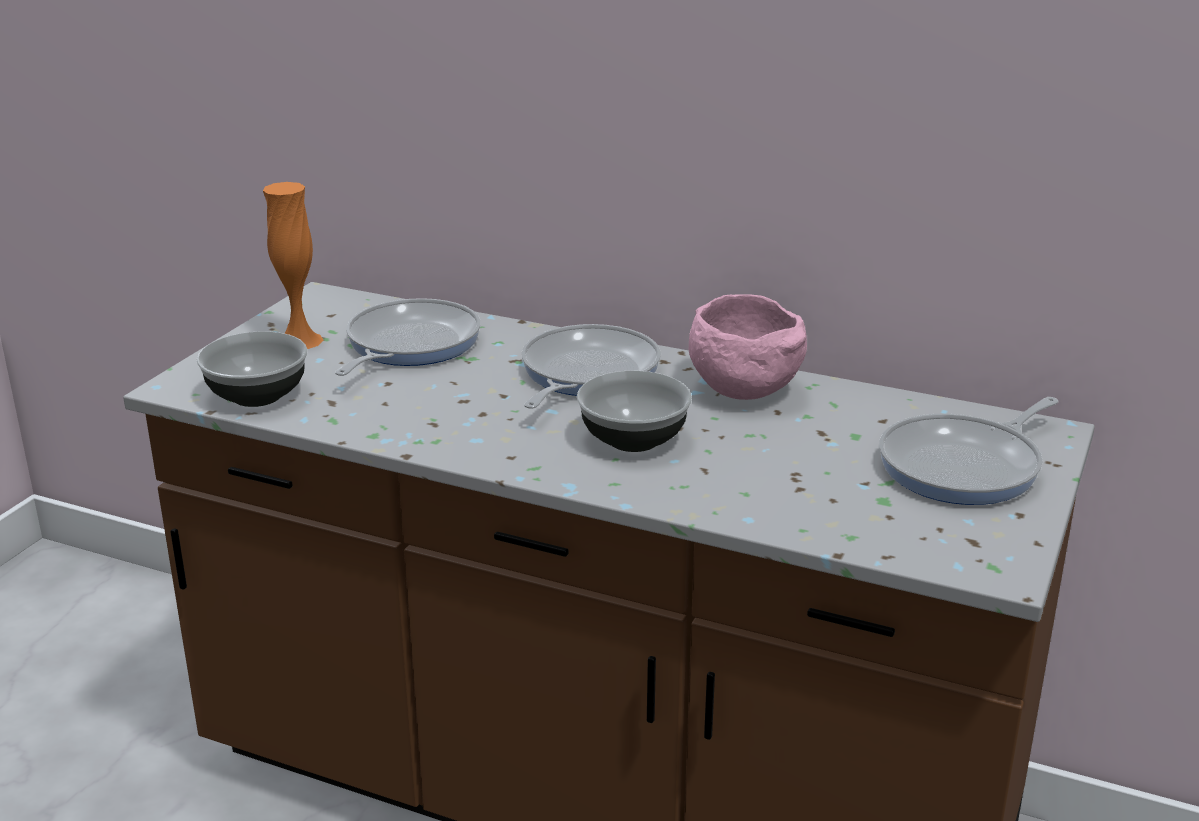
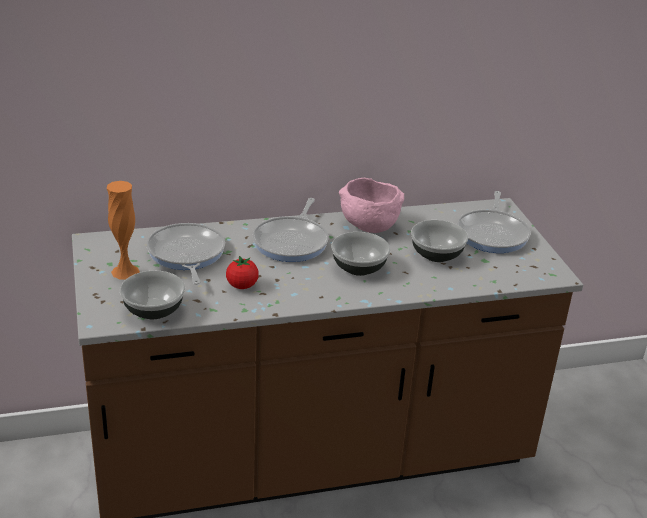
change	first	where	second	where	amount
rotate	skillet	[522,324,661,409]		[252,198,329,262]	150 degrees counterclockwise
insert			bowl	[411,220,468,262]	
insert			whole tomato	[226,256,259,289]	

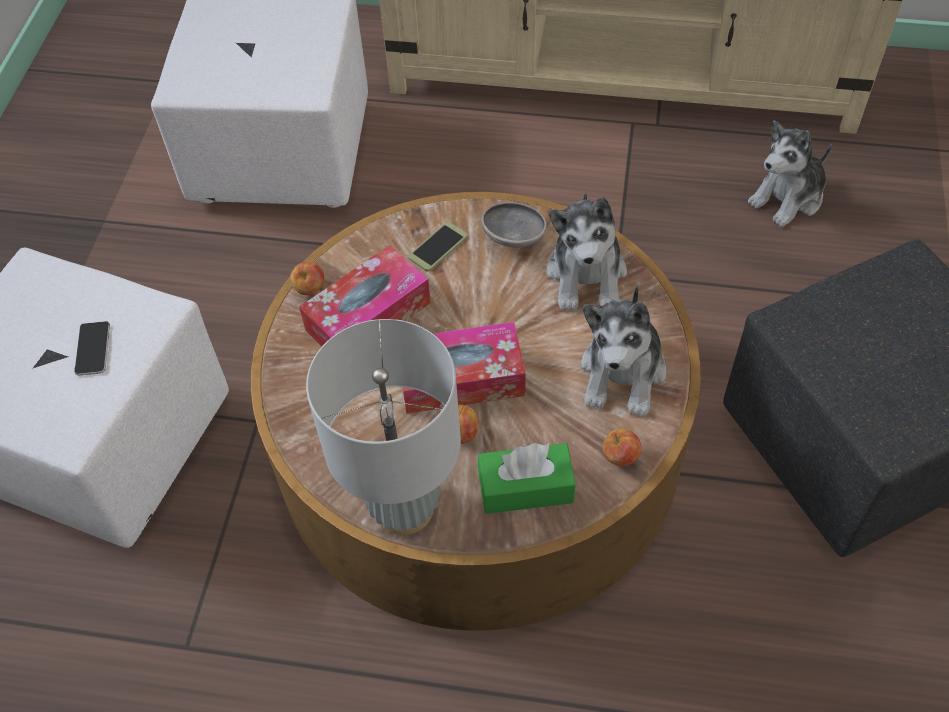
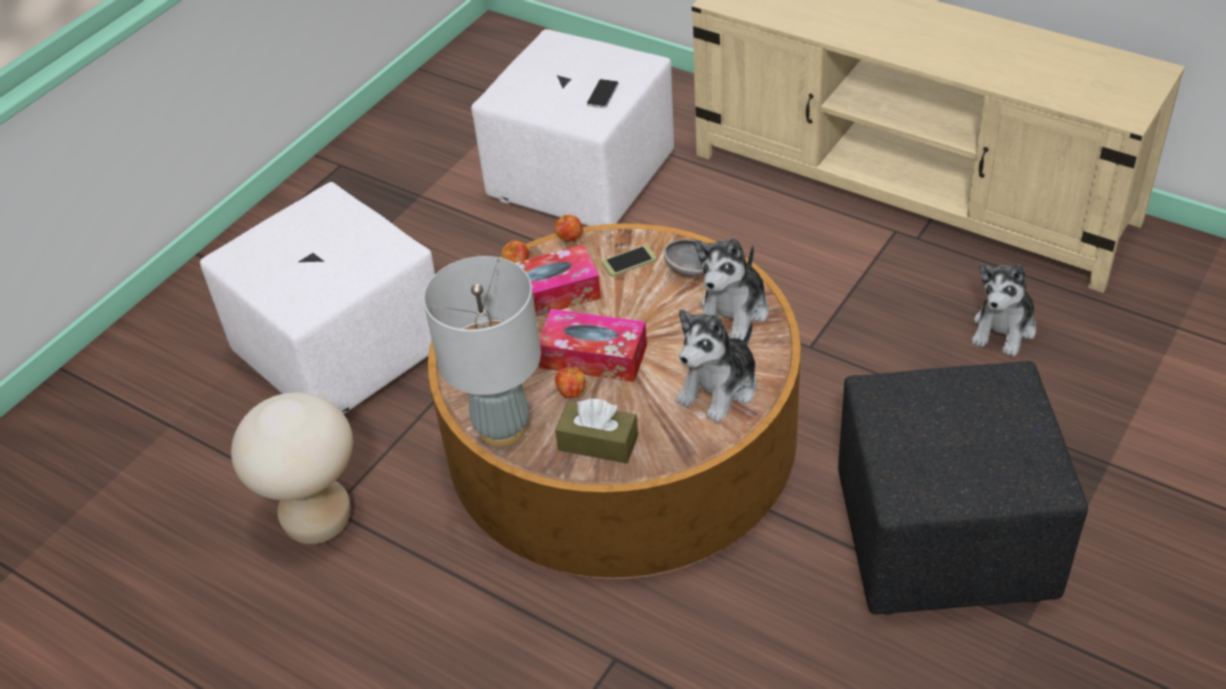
change	first	where	second	where	amount
rotate	soft toy	[748,120,832,227]		[972,263,1036,357]	45 degrees counterclockwise
move	handset	[74,321,110,376]		[587,79,619,108]	
move	whole apple	[603,429,642,466]		[554,214,583,241]	
recolor	green-coloured box of tissues	[478,443,576,514]	brown-coloured box of tissues	[555,398,638,464]	
insert			beige stool	[231,392,353,544]	

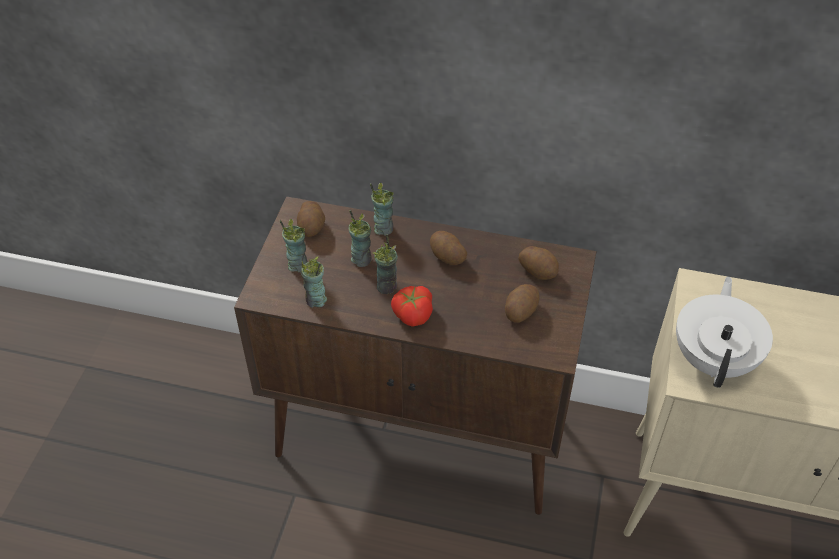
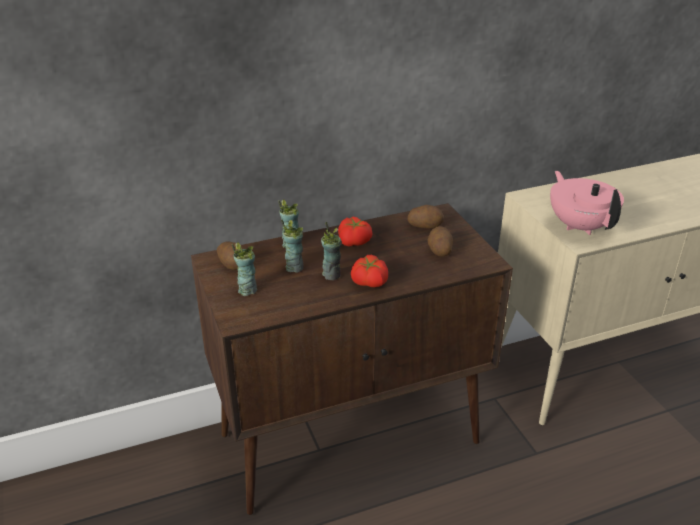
change	first	where	second	where	amount
replace	whole potato	[430,231,467,265]	whole tomato	[338,217,373,246]	
delete	small cup	[301,256,327,308]			
recolor	white teapot	[676,277,773,388]	pink teapot	[550,171,624,235]	

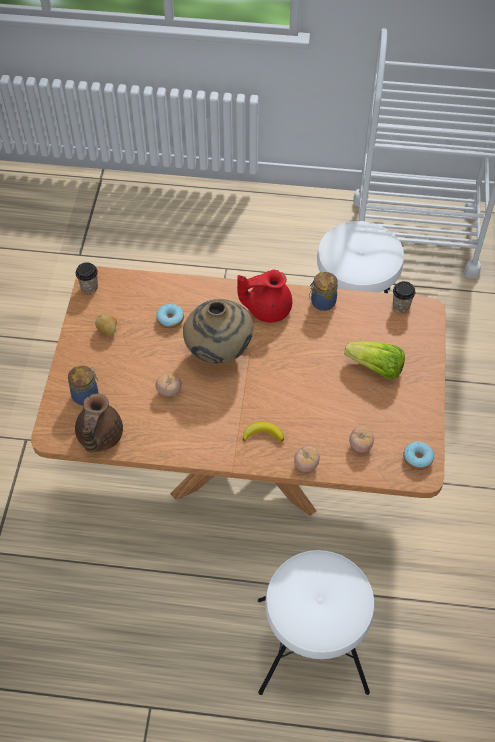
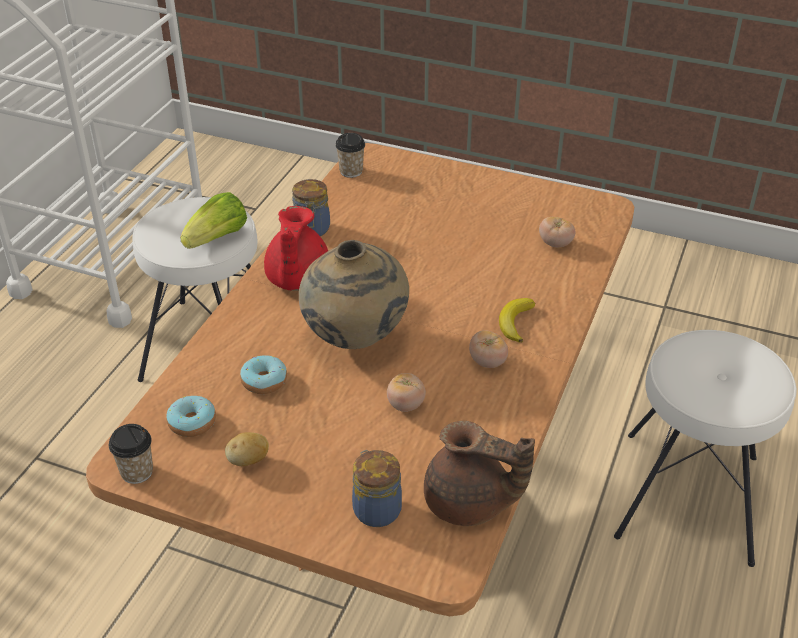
change	first	where	second	where	amount
move	lettuce	[344,341,405,379]		[180,192,247,249]	
move	donut	[403,441,434,470]		[166,396,216,437]	
move	whole tomato	[294,446,320,472]		[469,330,508,368]	

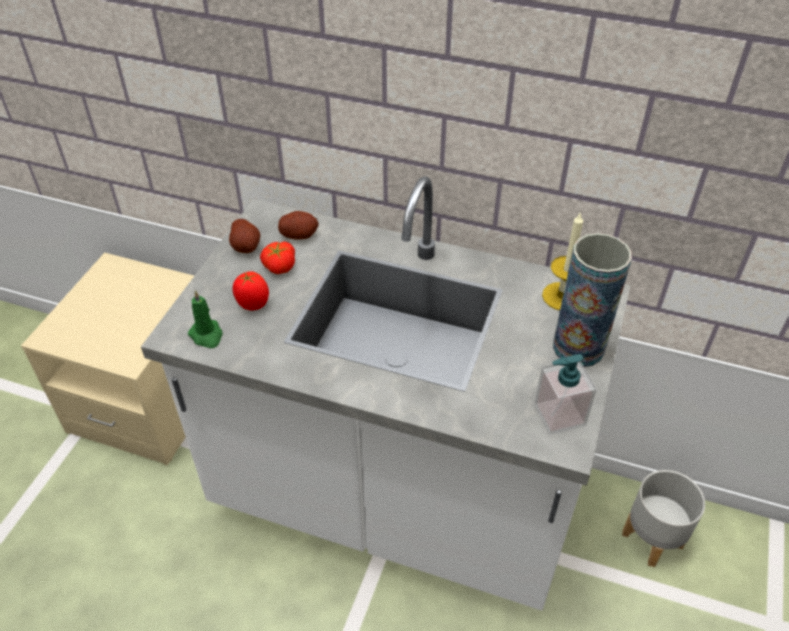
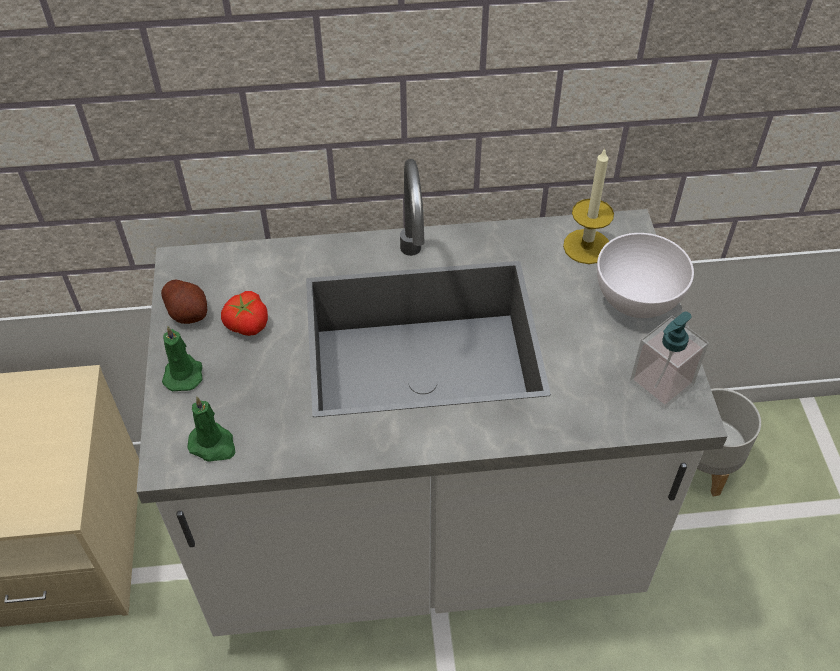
change	first	where	second	where	amount
delete	whole potato	[278,211,319,240]			
replace	flower vase	[553,233,632,367]	white bowl	[597,233,694,318]	
delete	whole tomato	[233,271,269,310]			
insert			green-coloured wax candle	[162,326,202,391]	

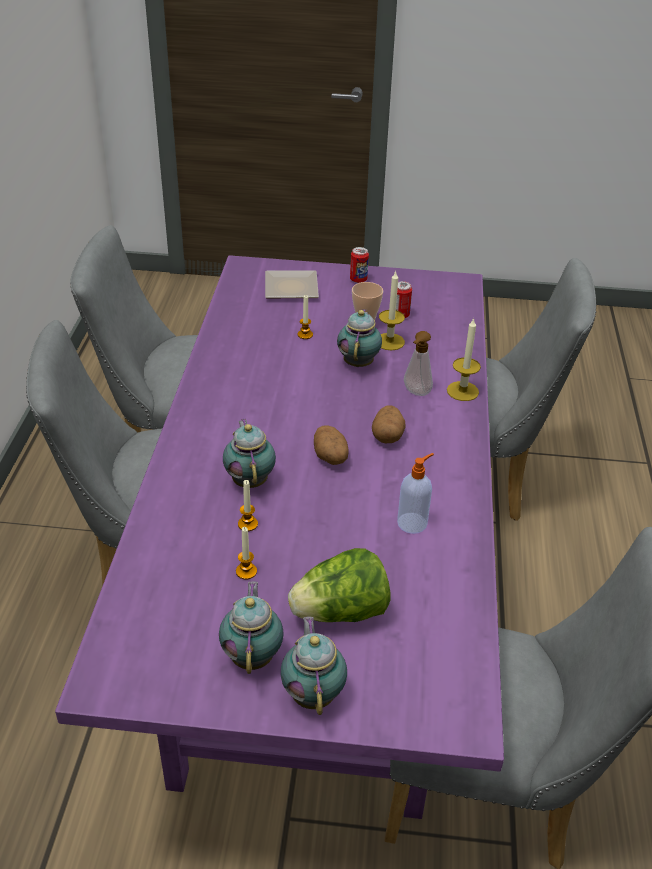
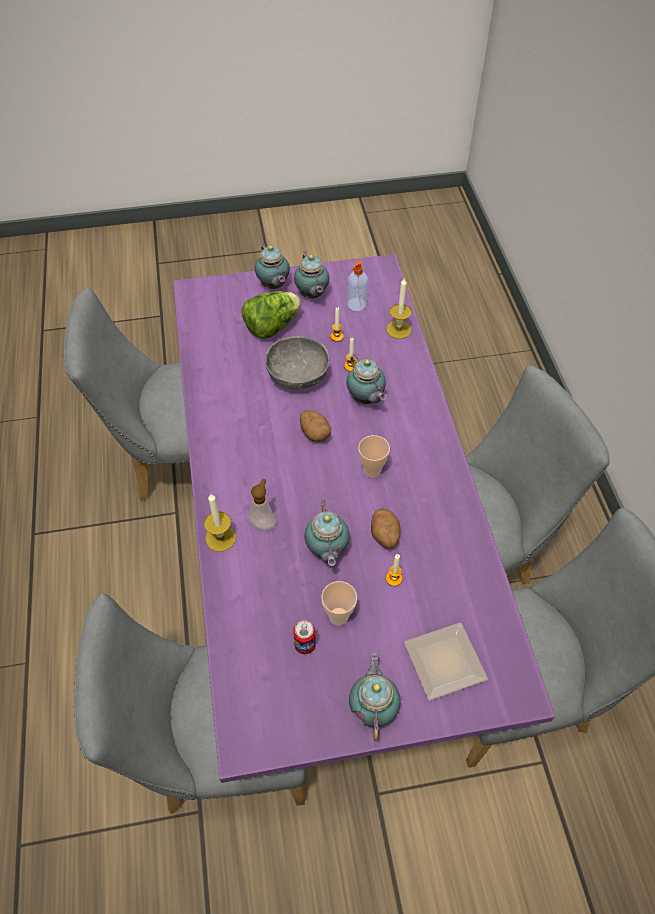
change	first	where	second	where	amount
replace	metal can	[350,247,369,283]	teapot	[349,653,401,741]	
move	wax candle	[379,271,405,350]		[386,278,412,339]	
move	whole potato	[372,405,405,443]		[371,508,400,549]	
move	soap bottle	[397,453,434,534]		[347,261,368,311]	
insert			gray bowl	[265,336,329,390]	
insert			small cup	[358,435,390,478]	

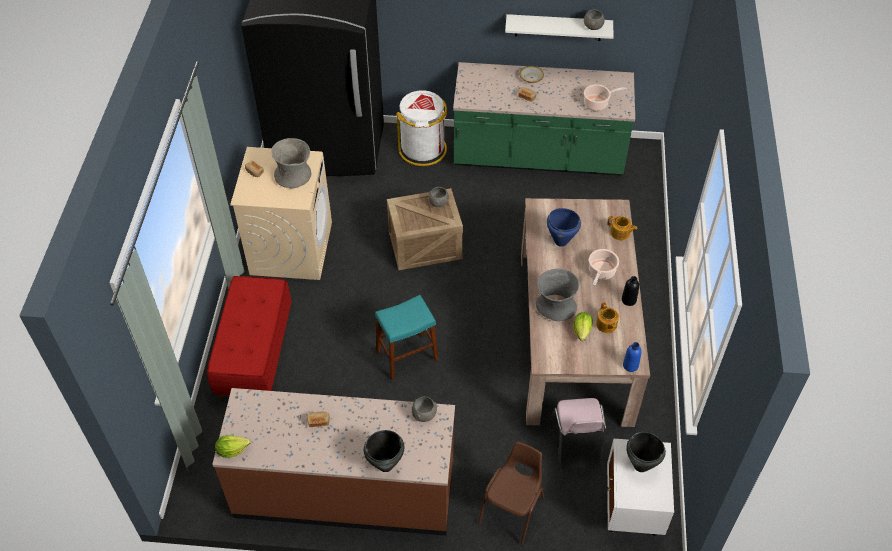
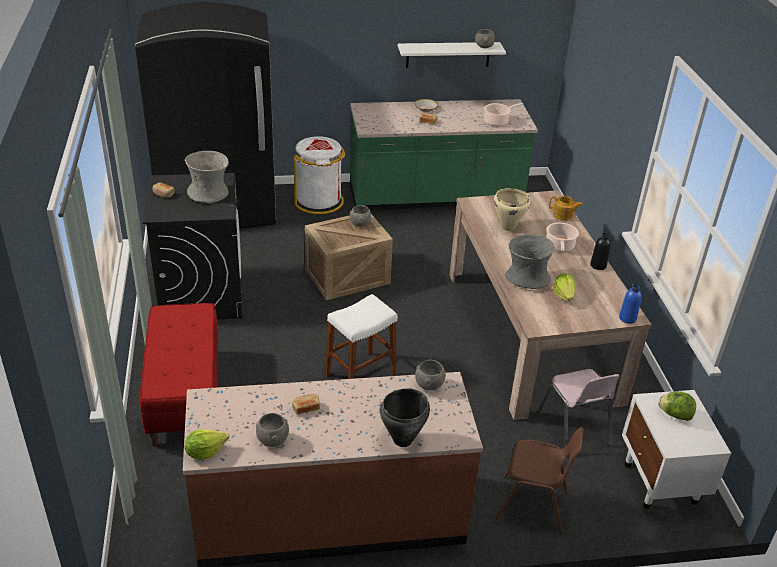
change	first	where	second	where	amount
recolor	beige washing machine	[230,147,332,280]	blackish washing machine	[143,173,242,320]	
recolor	blue-coloured stockpot	[547,208,581,247]	beige stockpot	[494,188,530,231]	
recolor	blue-green stool	[375,295,438,380]	white stool	[325,294,398,379]	
delete	teapot	[596,302,619,333]			
replace	blackish stockpot	[626,432,666,472]	lettuce	[658,391,696,421]	
rotate	brown-coloured plain chair	[478,441,544,545]		[495,427,584,534]	90 degrees clockwise
insert			gray bowl	[256,413,289,447]	

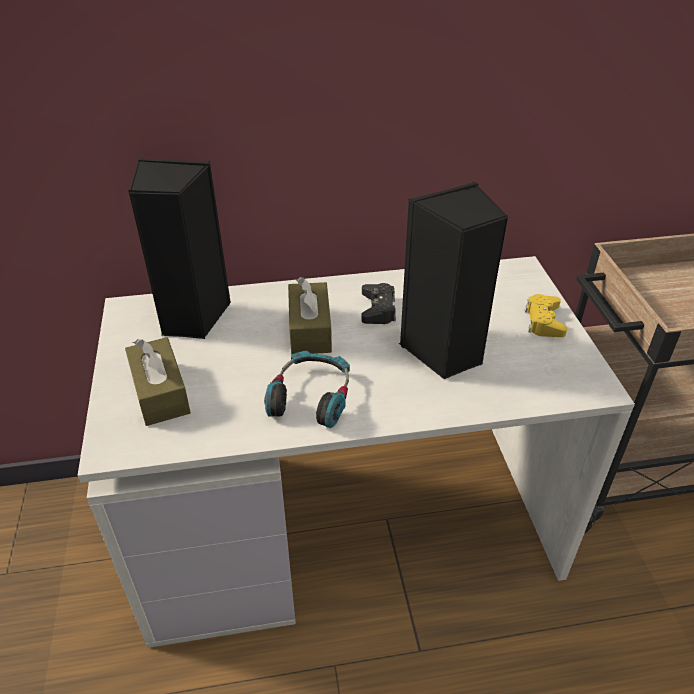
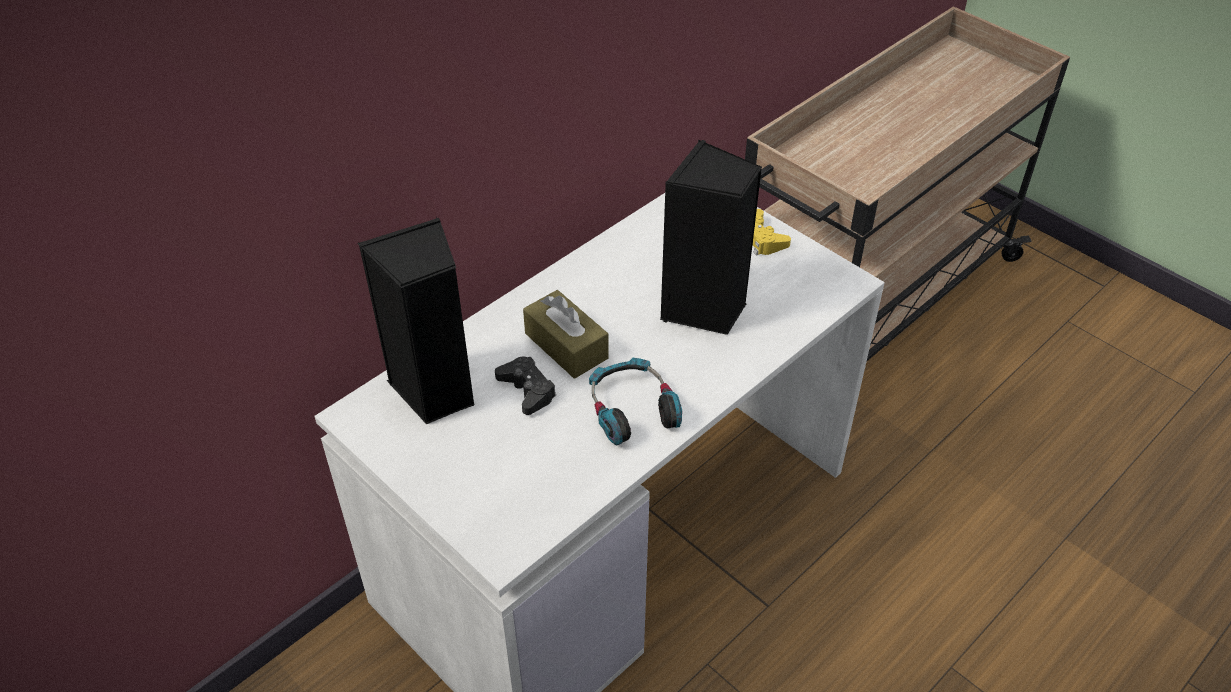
change	first	where	second	where	amount
move	blackish joypad	[361,283,396,324]		[495,357,556,415]	
delete	brown-coloured box of tissues	[125,337,191,426]			

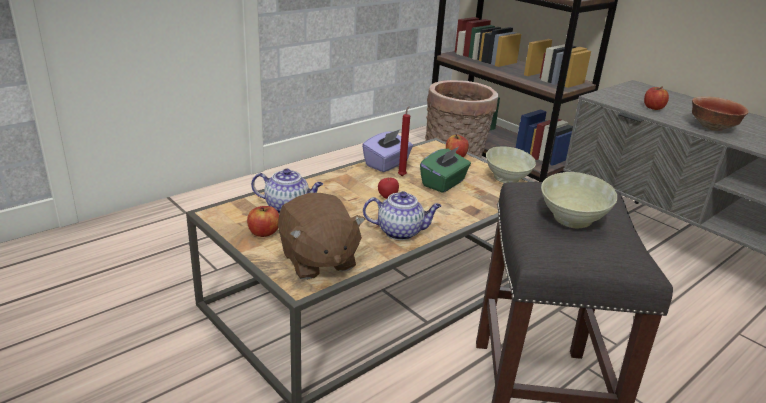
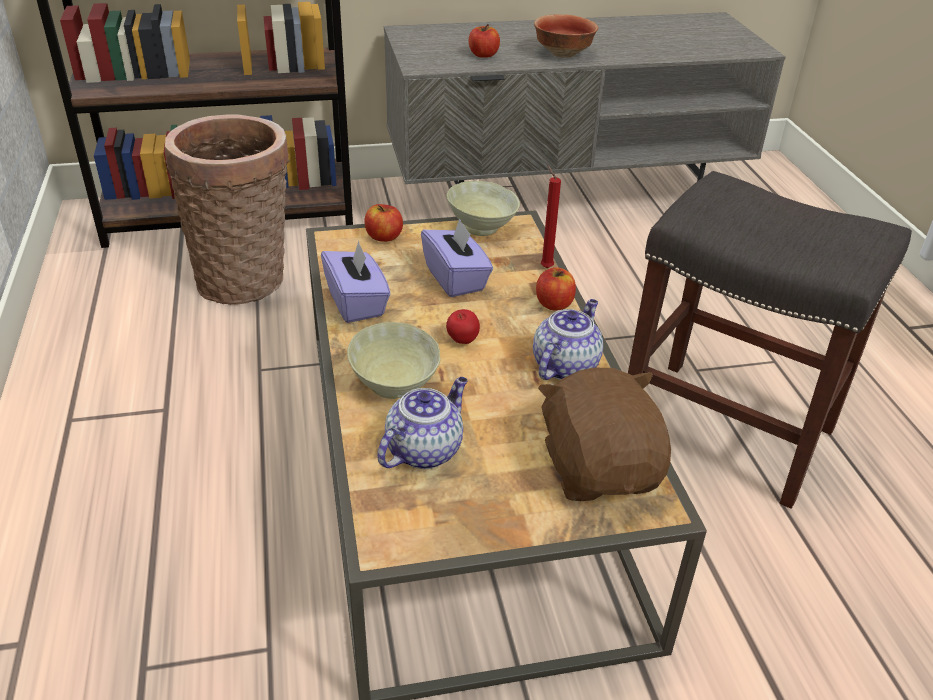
change	first	where	second	where	amount
move	red wax candle	[398,106,410,176]		[541,165,561,268]	
recolor	green-coloured box of tissues	[420,147,471,193]	purple-coloured box of tissues	[421,218,493,297]	
move	beige bowl	[541,172,617,228]		[347,322,440,399]	
rotate	brown-coloured soft toy	[278,193,366,280]		[538,368,671,501]	105 degrees counterclockwise
move	whole apple	[247,206,279,237]		[536,267,576,310]	

